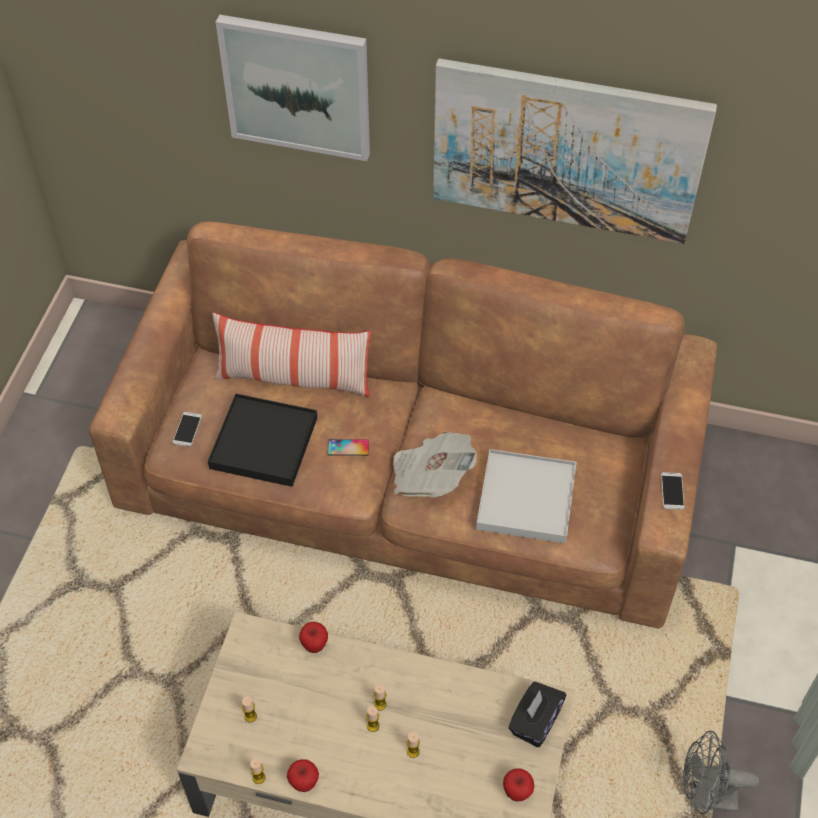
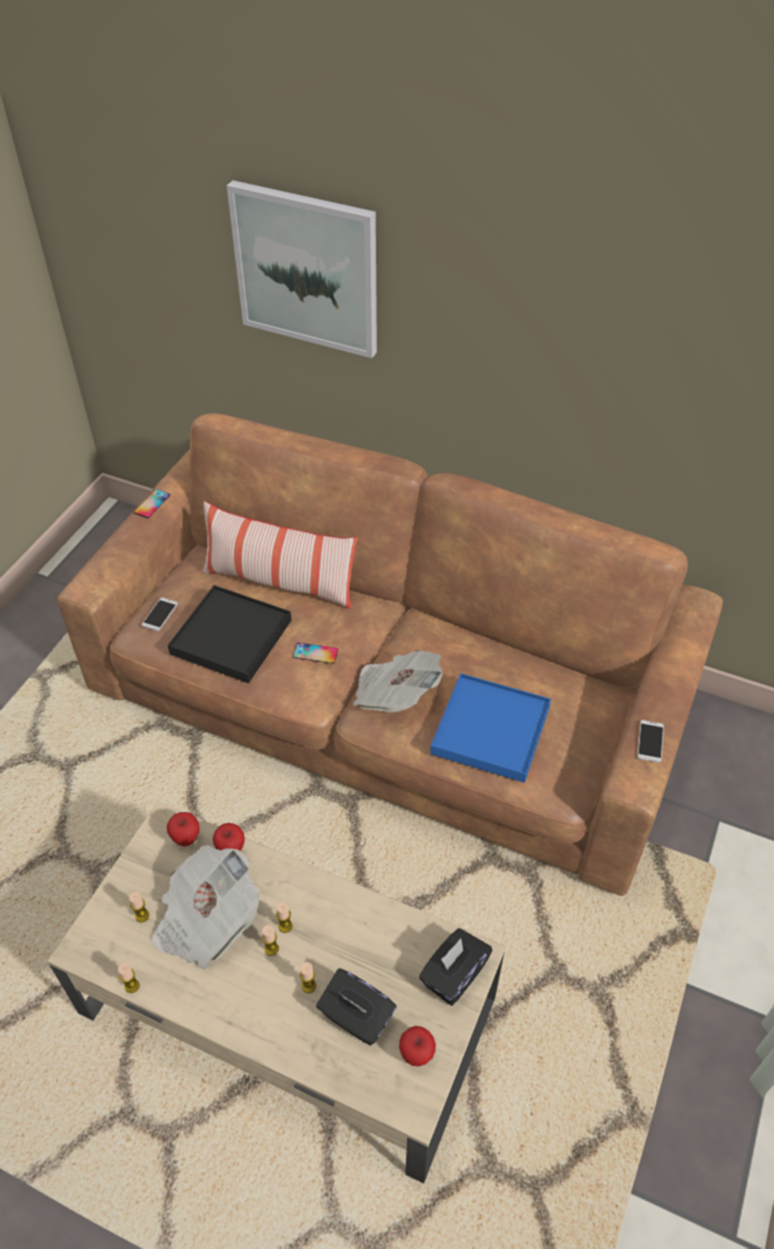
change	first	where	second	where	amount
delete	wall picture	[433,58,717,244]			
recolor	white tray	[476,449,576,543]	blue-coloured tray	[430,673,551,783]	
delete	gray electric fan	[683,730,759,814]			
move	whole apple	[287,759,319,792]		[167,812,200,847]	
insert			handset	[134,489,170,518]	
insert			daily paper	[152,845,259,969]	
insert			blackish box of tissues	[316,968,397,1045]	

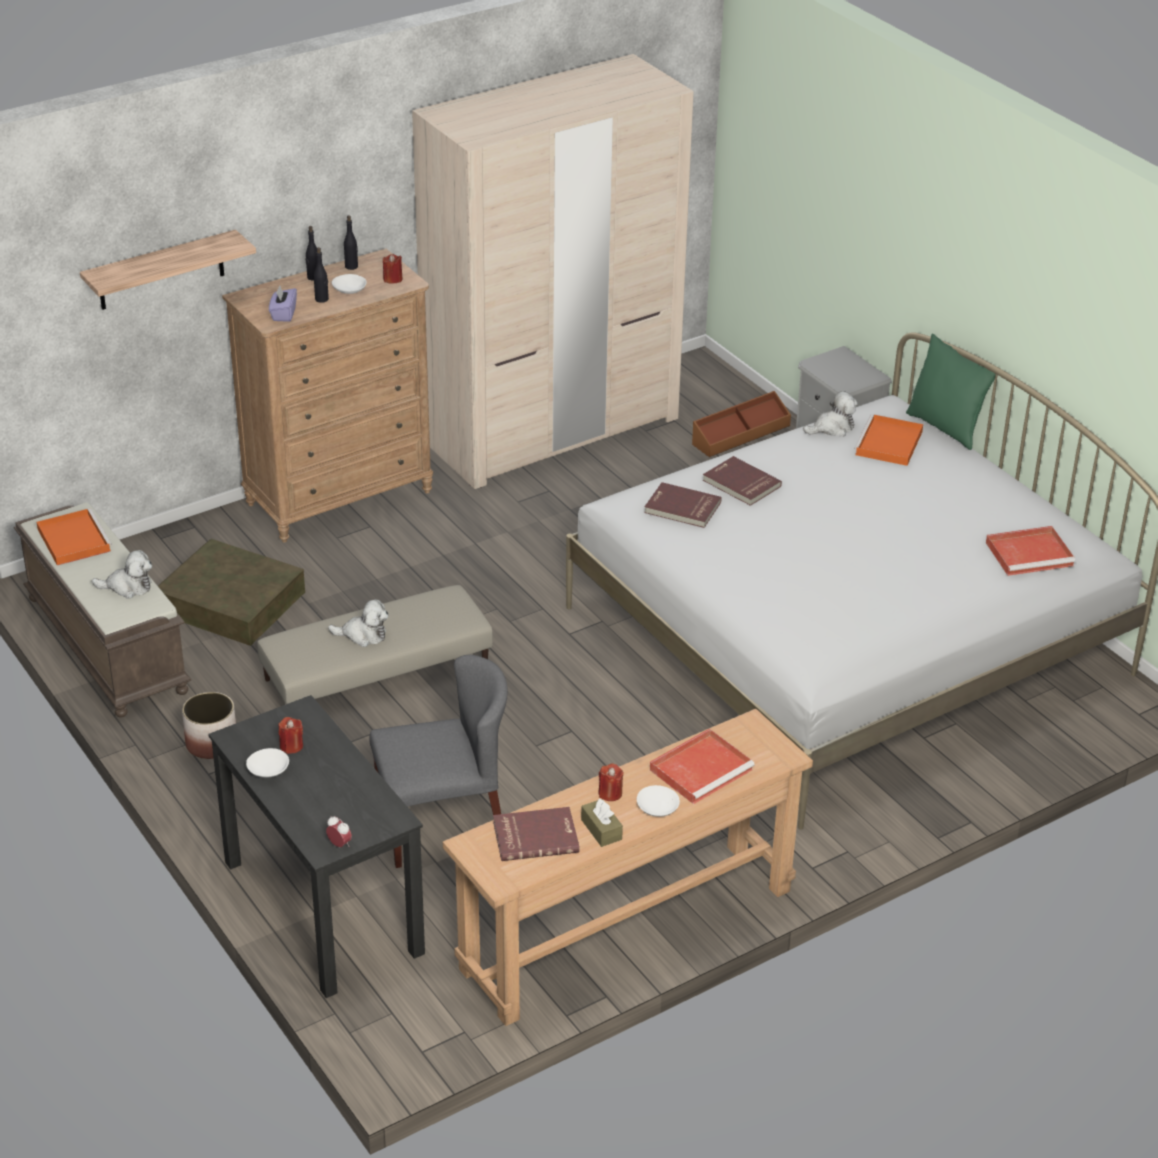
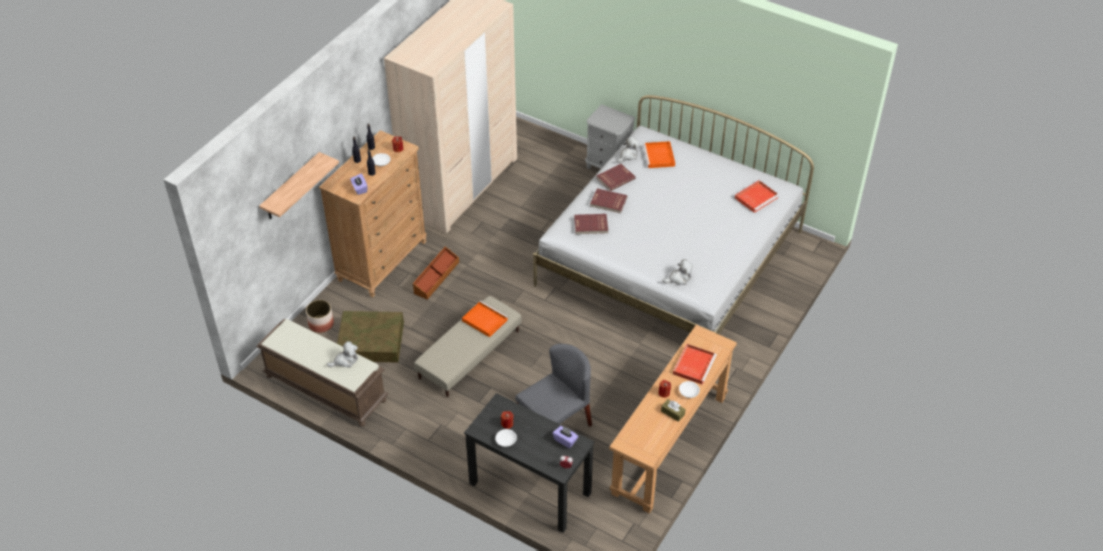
change	first	where	second	where	amount
delete	green-coloured throw pillow	[906,333,998,450]			
move	brown-coloured storage box	[692,391,791,457]		[413,247,459,300]	
move	orange tray	[37,508,112,566]		[462,301,508,337]	
move	soft toy	[328,599,388,647]		[663,259,693,285]	
move	flower pot	[182,692,236,759]		[306,300,334,333]	
move	red bound book	[493,807,580,861]		[596,164,636,191]	
insert			purple-coloured box of tissues	[553,426,578,448]	

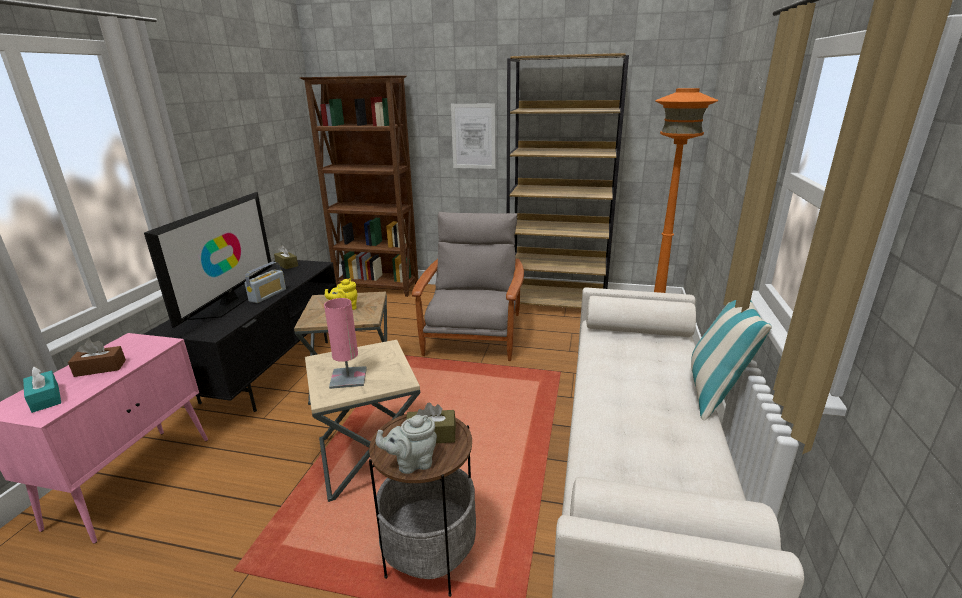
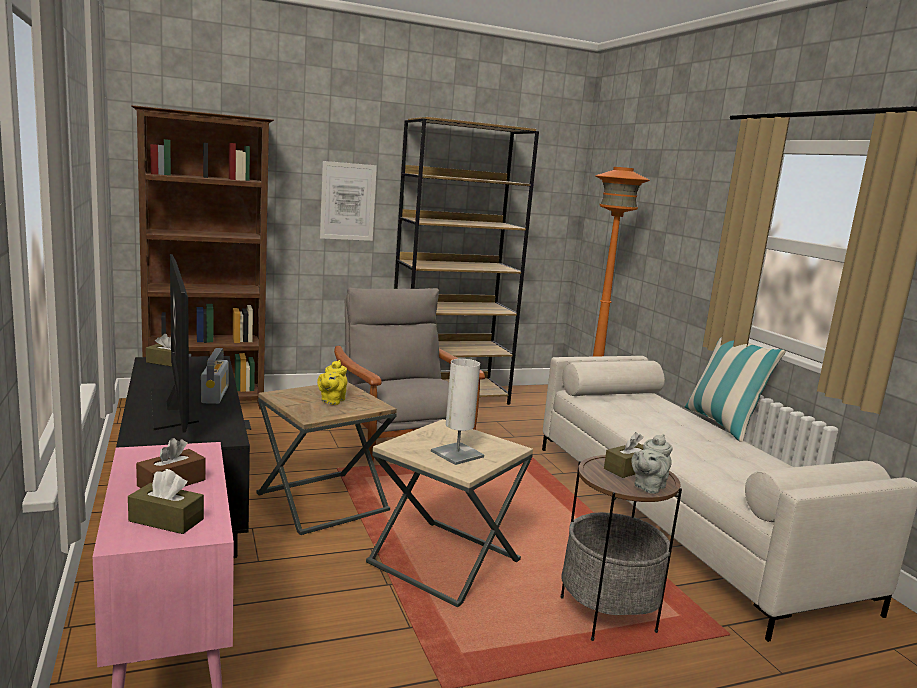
change	first	where	second	where	amount
recolor	pink tabletop lamp	[324,298,367,389]	white tabletop lamp	[431,359,484,465]	
recolor	blue-green box of tissues	[23,366,61,413]	brown-coloured box of tissues	[128,469,204,534]	

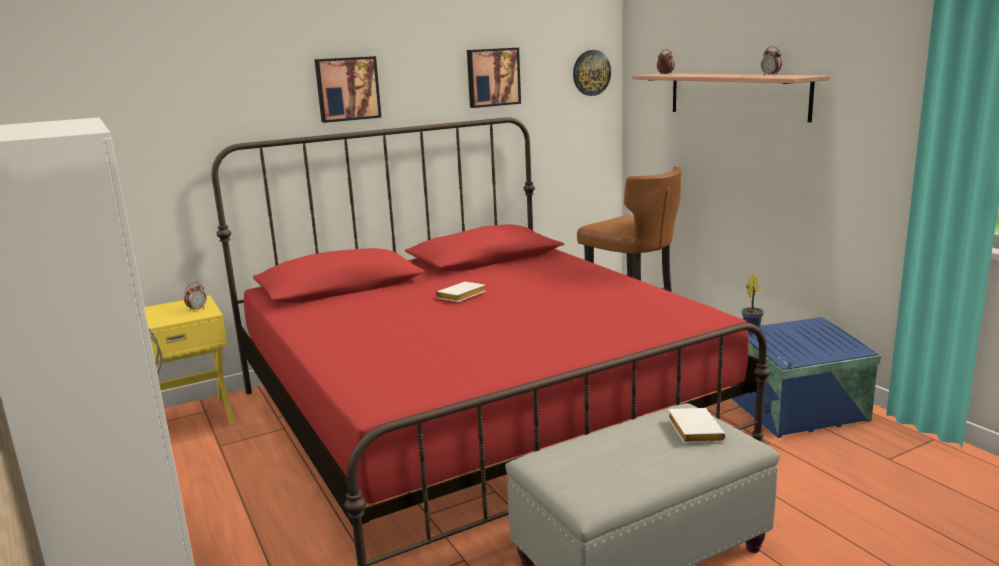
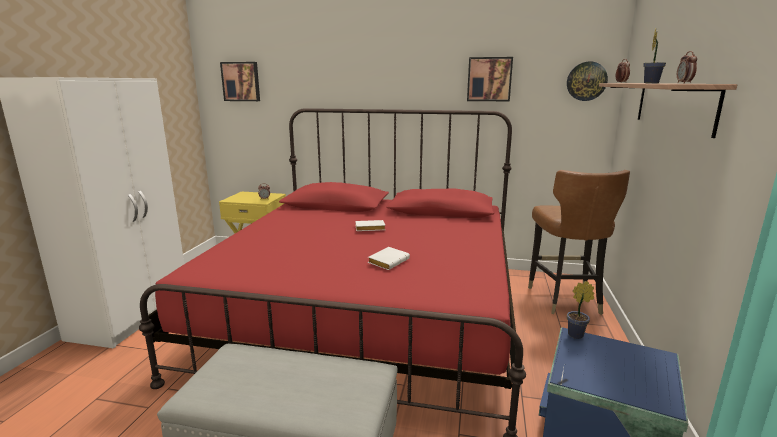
change	first	where	second	where	amount
move	wall picture	[314,56,381,123]		[220,62,260,101]	
move	white bound book	[668,408,726,443]		[368,247,410,270]	
insert			potted plant	[643,29,666,83]	

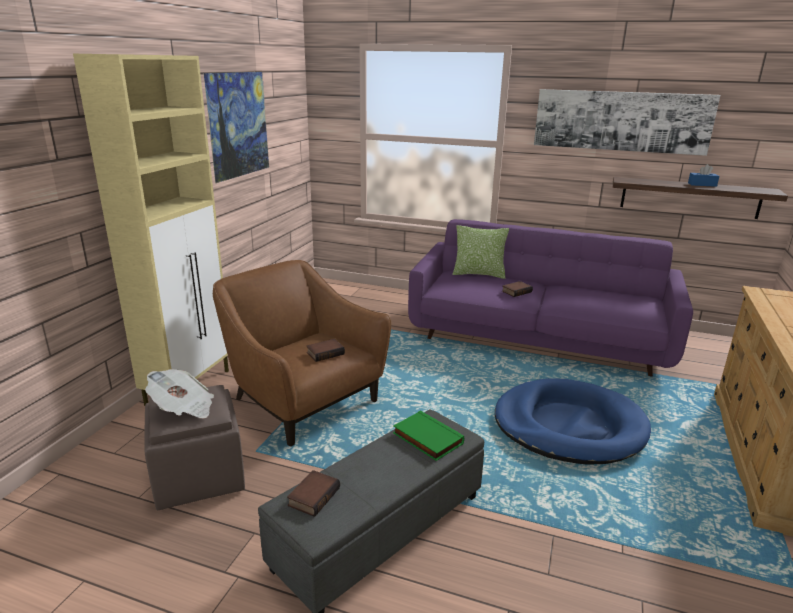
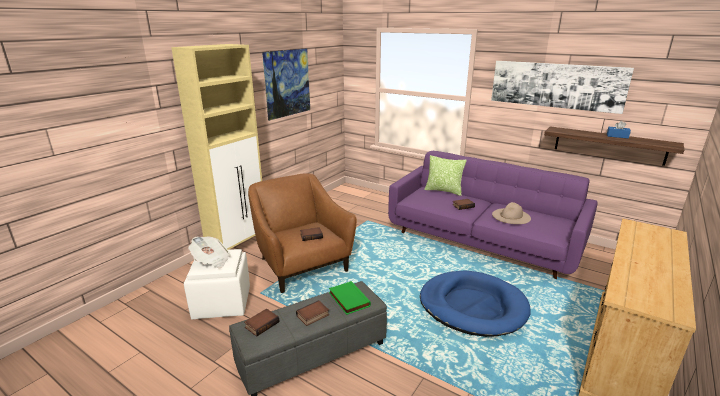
change	first	where	second	where	amount
recolor	brown-coloured ottoman	[144,385,245,510]	white ottoman	[184,249,250,320]	
insert			beige hat	[492,202,531,224]	
insert			bound book	[296,300,329,326]	

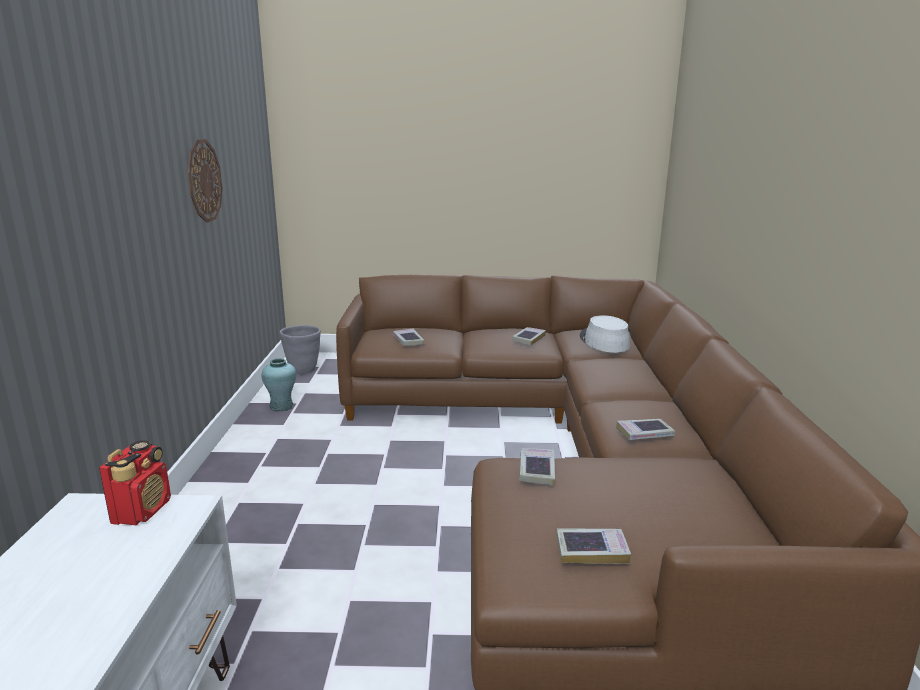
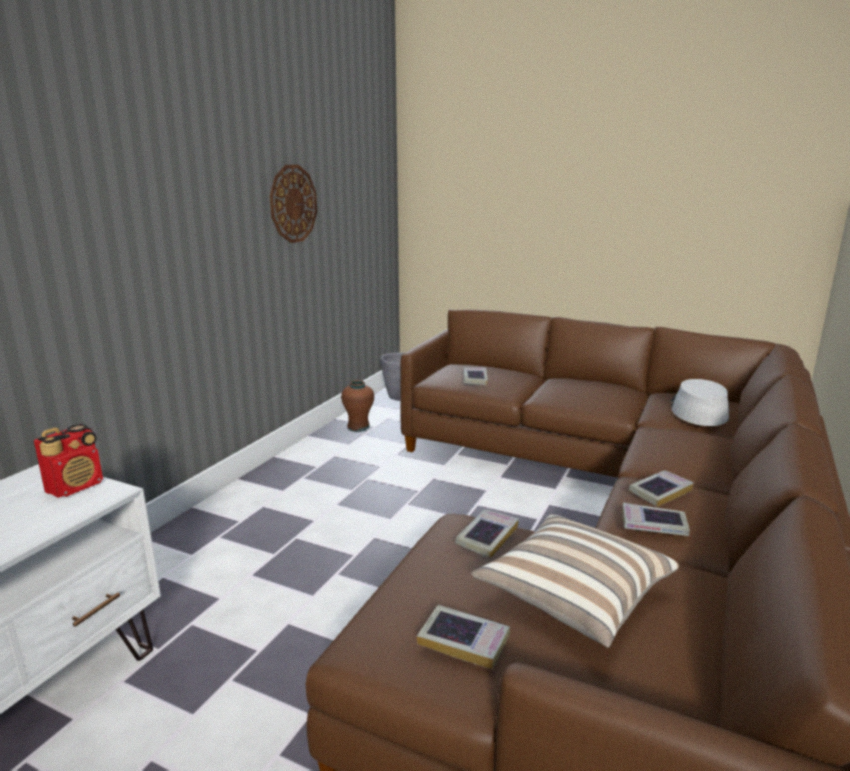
change	first	where	second	where	amount
move	bound book	[512,327,546,345]		[629,470,694,507]	
recolor	blue-green flower vase	[262,358,297,412]	brown-coloured flower vase	[341,380,374,432]	
insert			throw pillow	[471,514,679,648]	

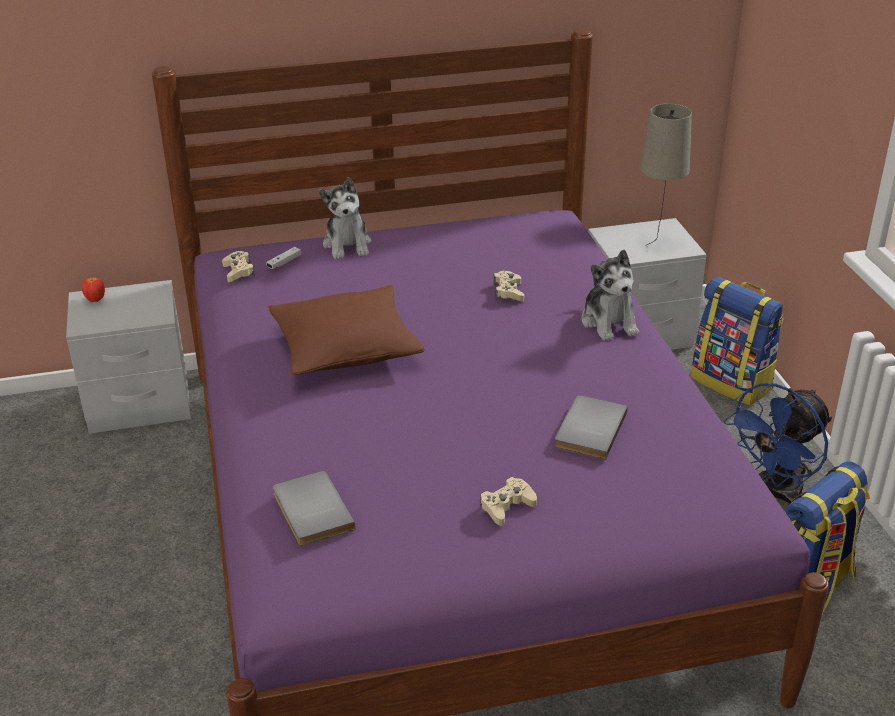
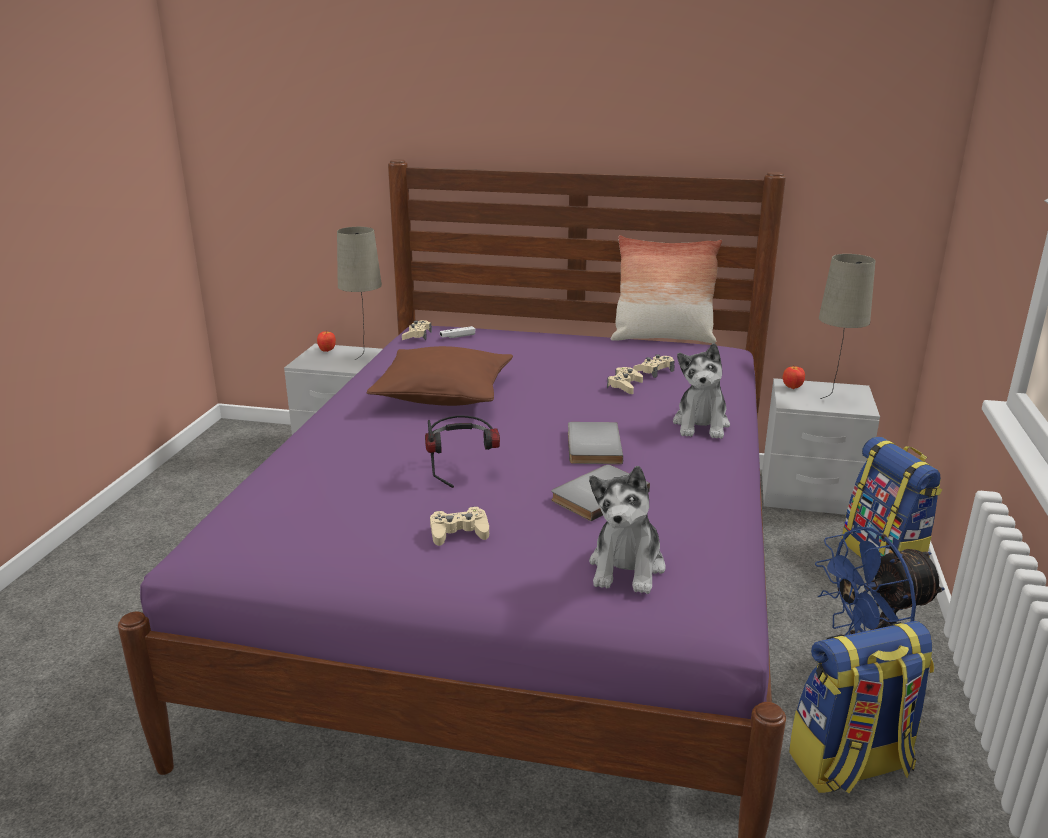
change	first	where	second	where	amount
move	soft toy	[319,177,372,259]		[589,466,666,594]	
move	gray bound book	[273,470,355,546]		[568,422,623,464]	
insert			beige tabletop lamp	[337,227,382,360]	
insert			throw pillow	[611,235,722,343]	
insert			beige joypad	[633,354,675,378]	
insert			whole apple	[783,366,805,389]	
insert			headphones	[425,415,500,488]	

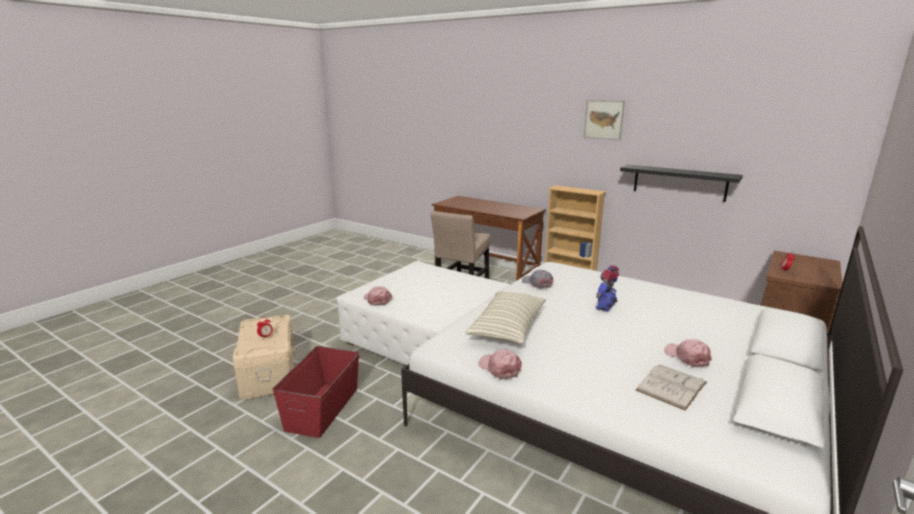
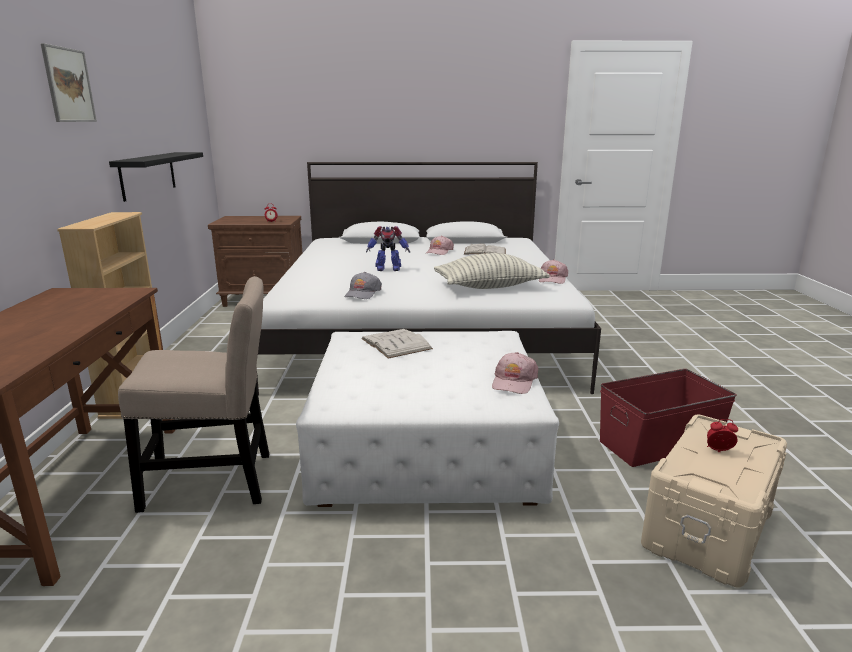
change	first	where	second	where	amount
insert			white bound book	[361,329,433,359]	

